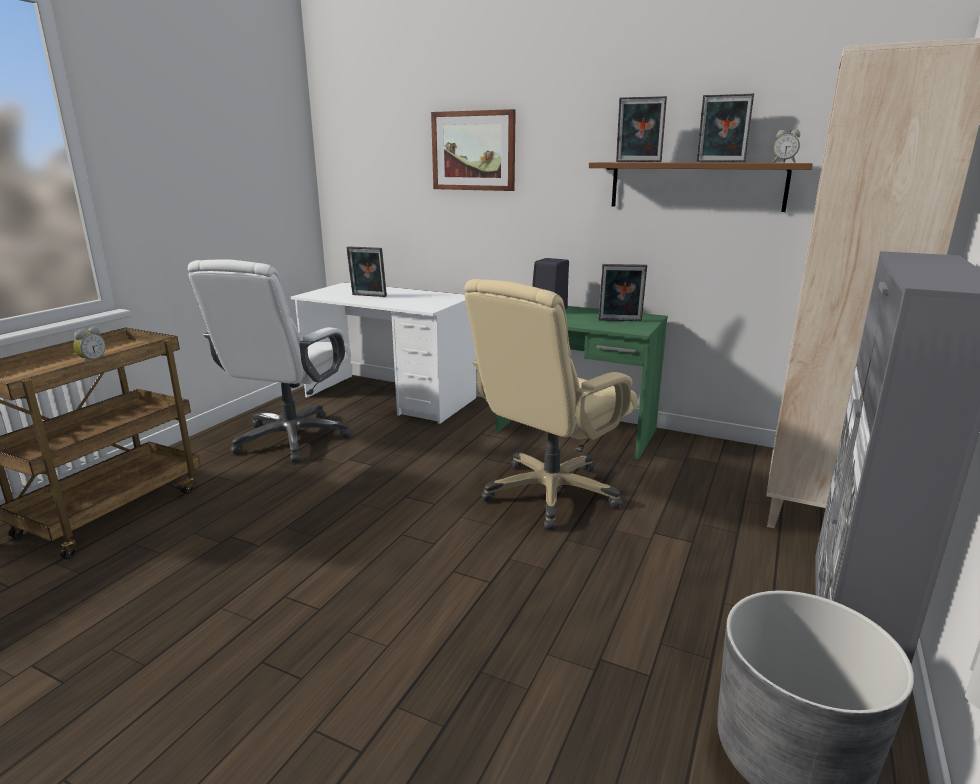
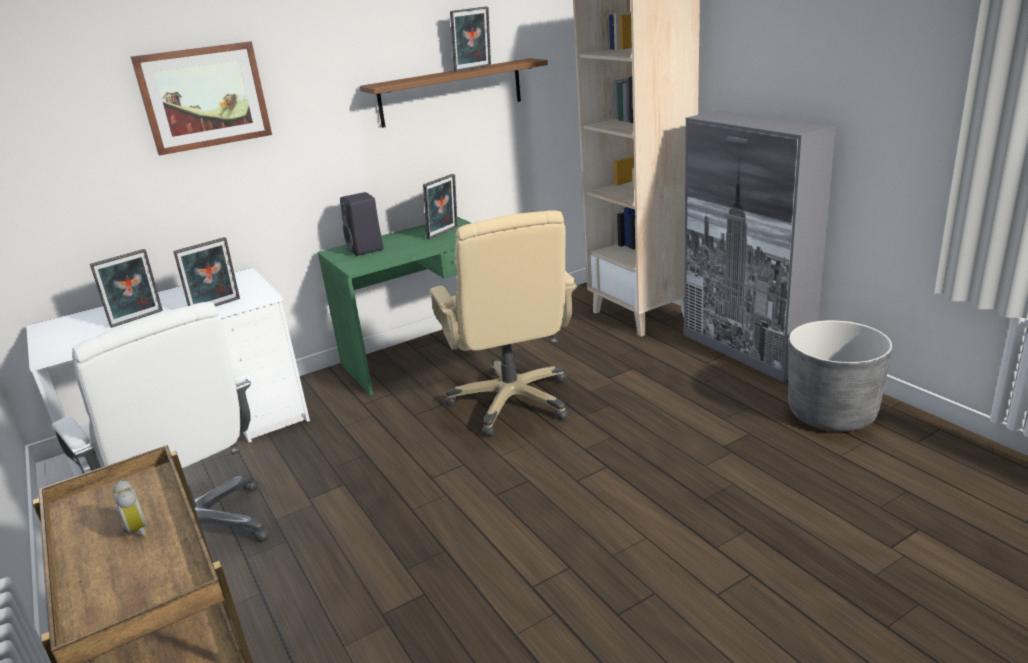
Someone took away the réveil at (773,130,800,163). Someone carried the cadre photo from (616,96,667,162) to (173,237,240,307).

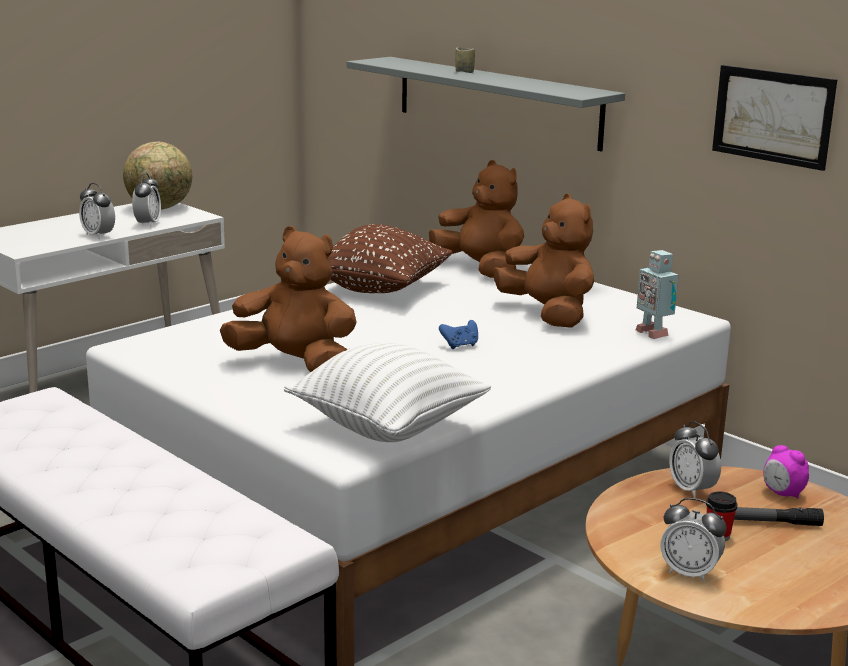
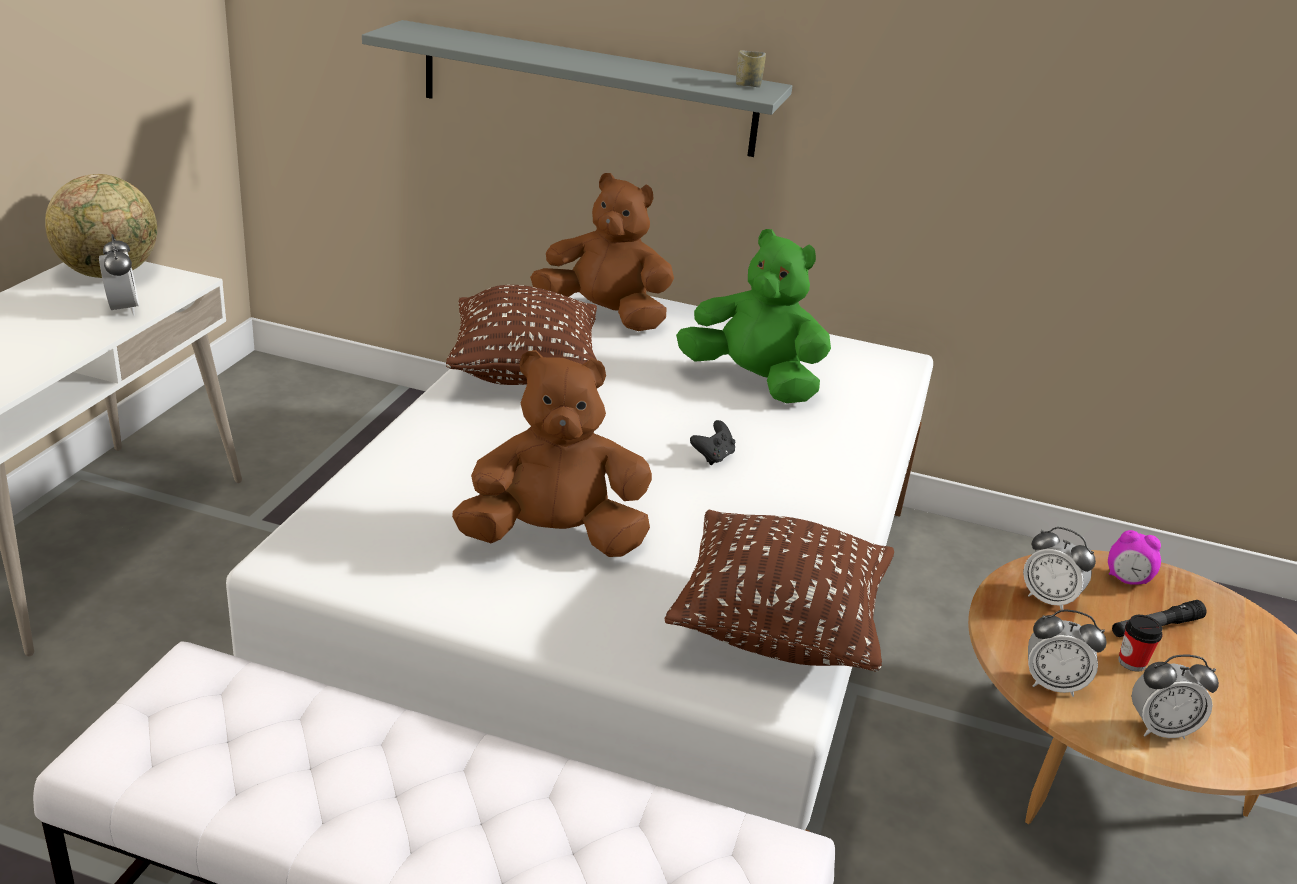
Someone took away the robot jouet at (636,250,678,339). Someone took away the tableau at (712,65,837,171). Someone carried the réveil from (79,183,115,239) to (1028,610,1107,697). Someone carried the tasse from (455,47,475,73) to (736,50,766,87). Someone repainted the coussin [blanc] at (284,343,491,442), which became the coussin [marron] at (665,510,894,672). Someone repainted the manette [bleu] at (439,320,478,349), which became the manette [noir] at (690,420,735,465). Someone repainted the peluche [marron] at (493,194,594,328), which became the peluche [vert] at (676,229,831,403).

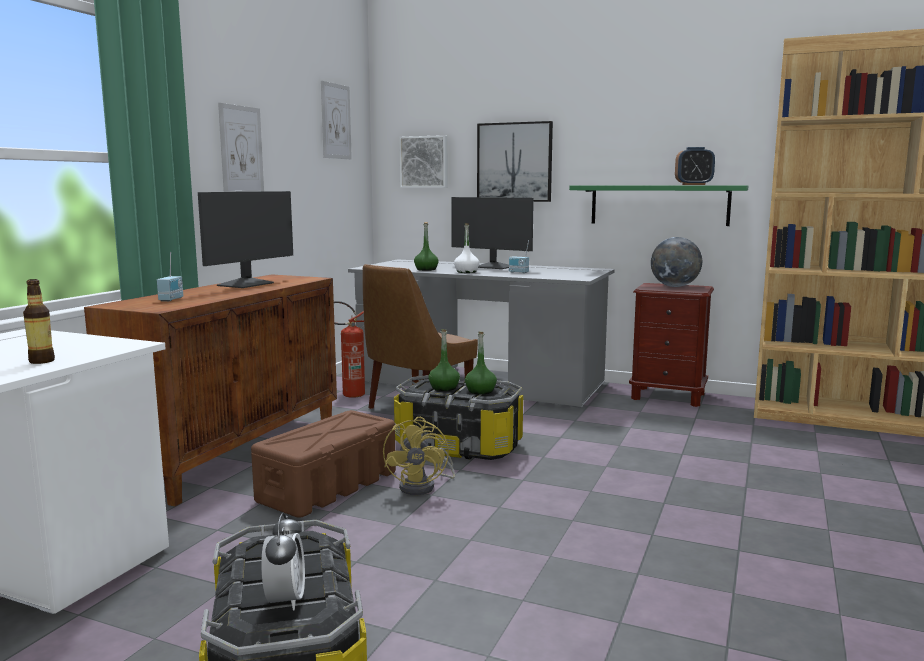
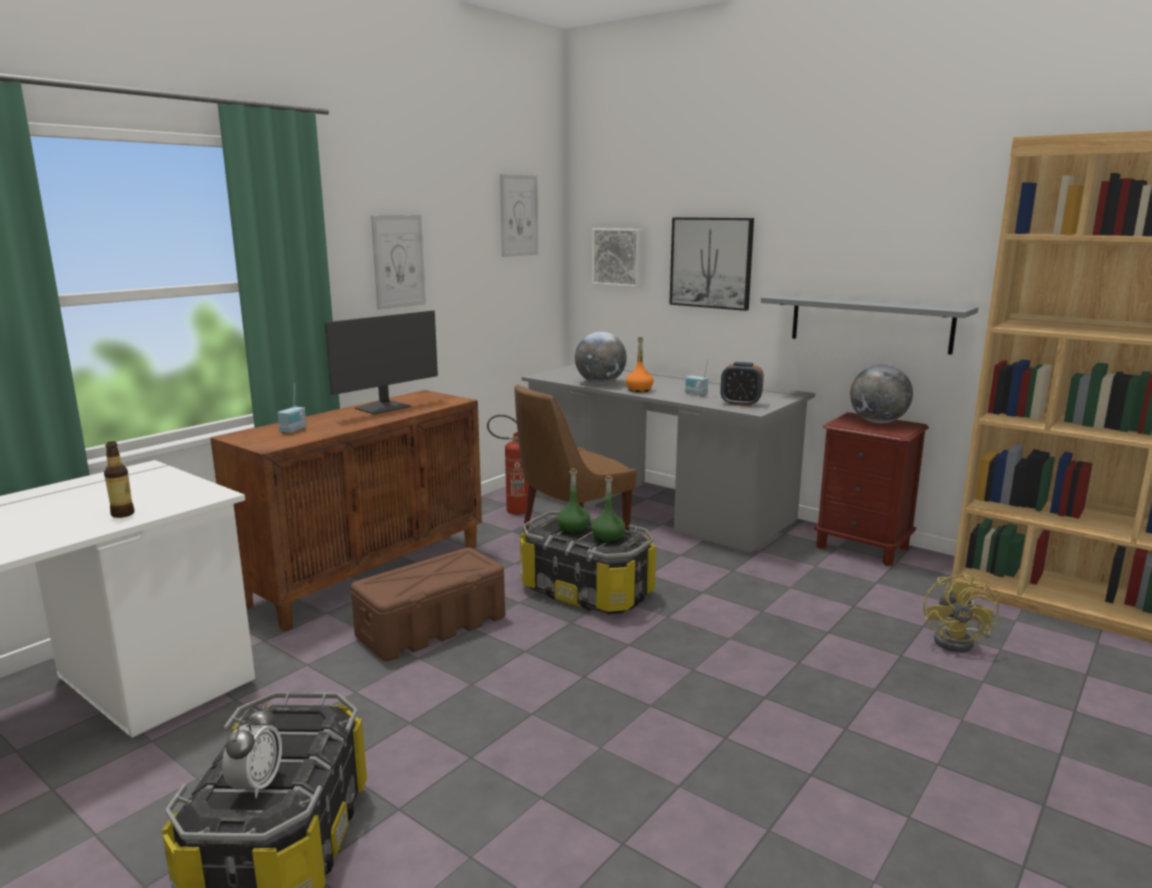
Someone took away the écran d'ordinateur at (451,197,534,269). Someone carried the ventilateur [jaune] from (383,417,455,495) to (923,572,999,652). Someone carried the réveil from (675,147,715,185) to (720,362,764,406). Someone swapped the bouteille [vert] at (414,222,439,271) for the globe at (575,332,627,384). Someone repainted the bouteille [blanc] at (454,223,479,273), which became the bouteille [orange] at (626,337,654,392). Someone repainted the étagère [vert] at (569,185,748,226), which became the étagère [gris] at (761,294,978,355).

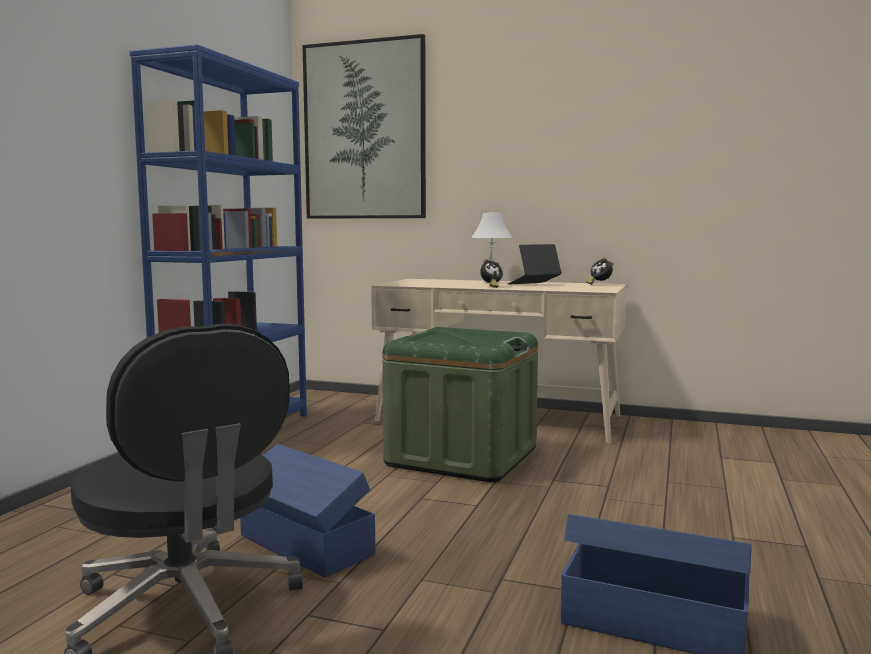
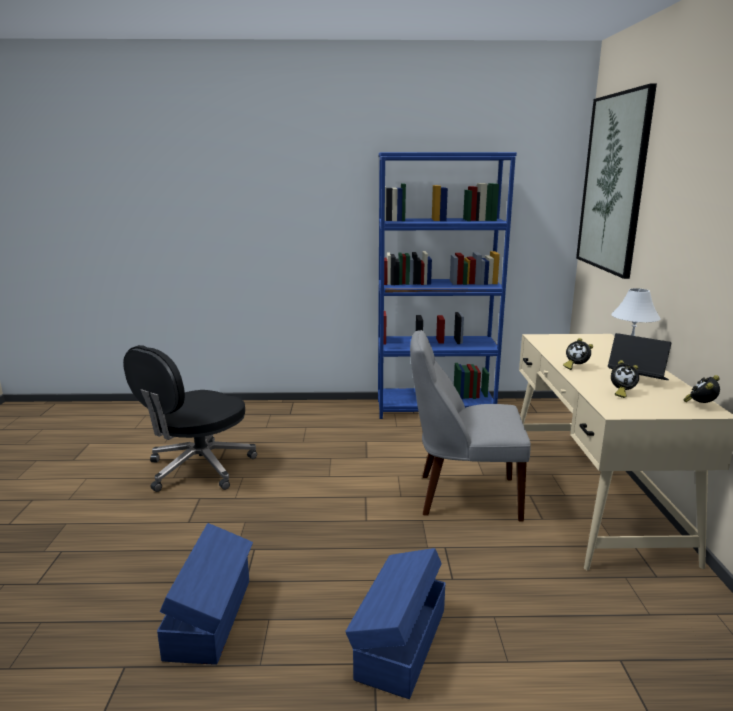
Someone put down the réveil at (611,360,639,398). Someone carried the boîte de rangement [bleu] from (240,444,375,577) to (345,548,446,699). Someone swapped the boîte de rangement [vert] at (382,327,538,482) for the chaise [gris] at (410,330,531,522).

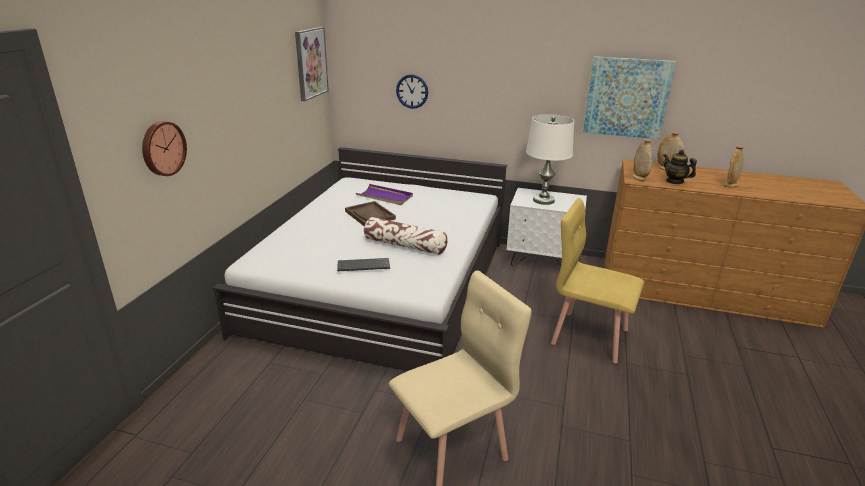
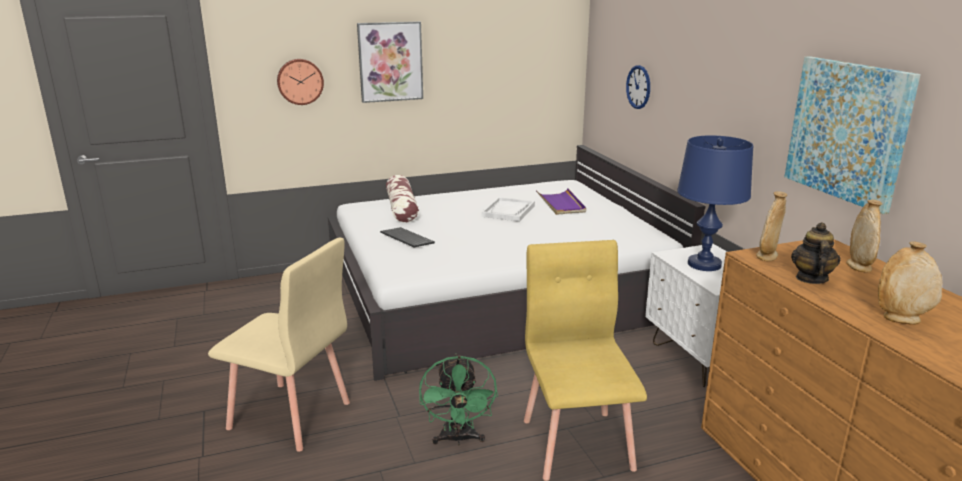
Someone put down the ventilateur [vert] at (419,353,498,445). Someone carried the tableau from (295,27,329,101) to (357,21,423,103). Someone carried the coussin from (364,217,447,255) to (386,175,419,223). Someone repainted the plateau [marron] at (345,201,396,226), which became the plateau [blanc] at (481,197,535,222). Someone repainted the lampe de table [blanc] at (526,114,574,205), which became the lampe de table [bleu] at (677,135,753,271).

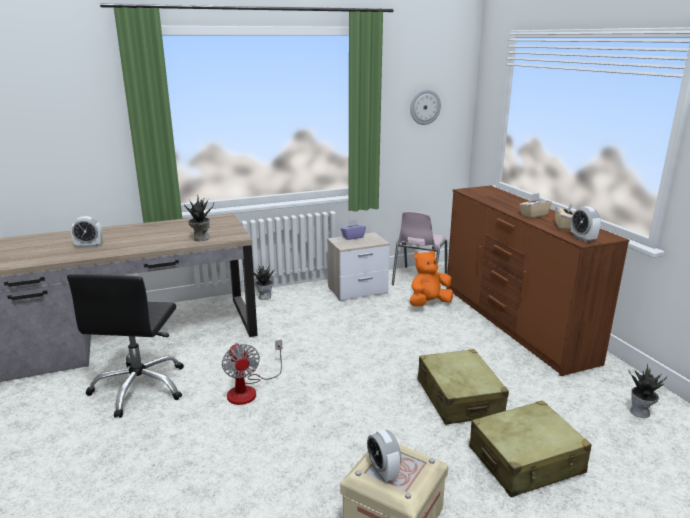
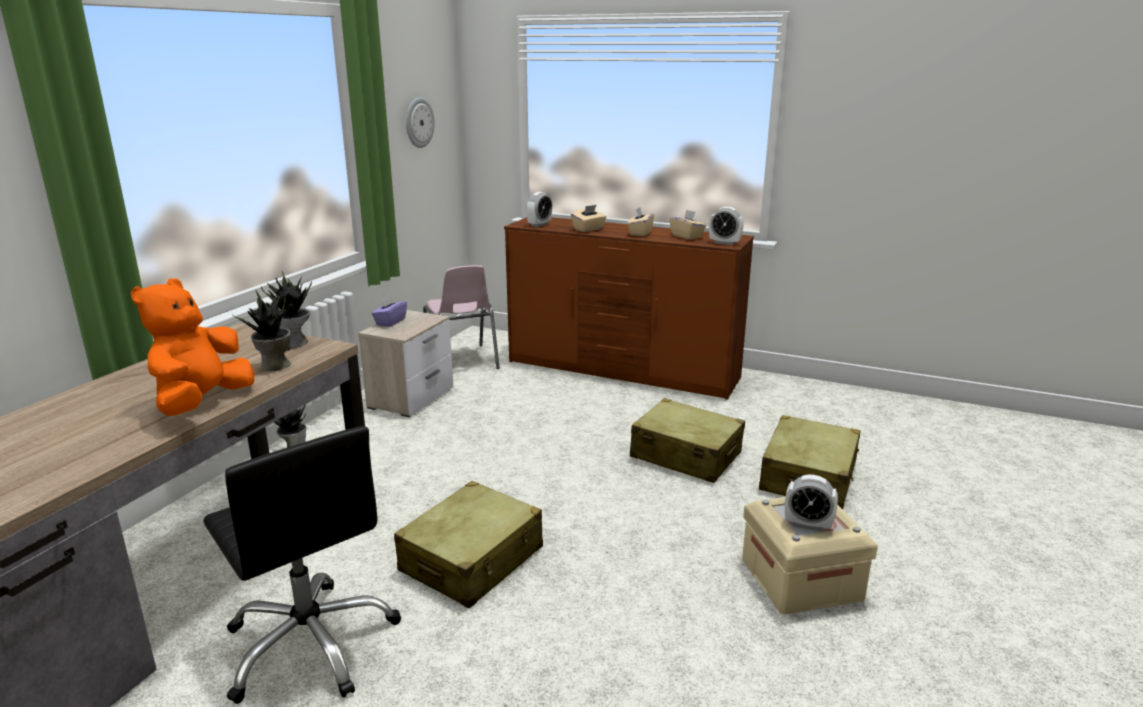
Someone put down the boîte à mouchoirs [beige] at (571,205,606,232). Someone carried the réveil from (71,216,103,248) to (526,192,552,227). Someone carried the peluche [orange] from (410,251,453,306) to (131,278,254,416). Someone carried the plante en pot from (629,363,667,418) to (261,272,312,348). Someone swapped the ventilateur at (222,340,282,405) for the valise [beige] at (394,481,543,608).

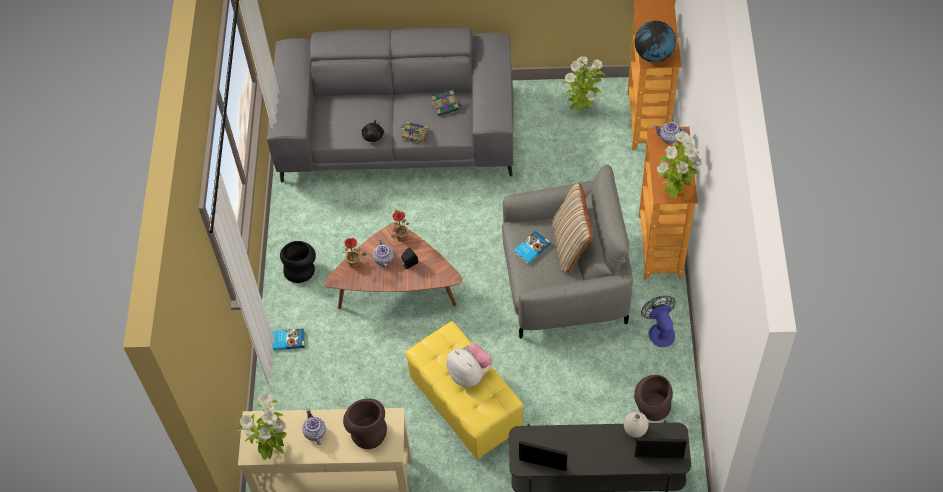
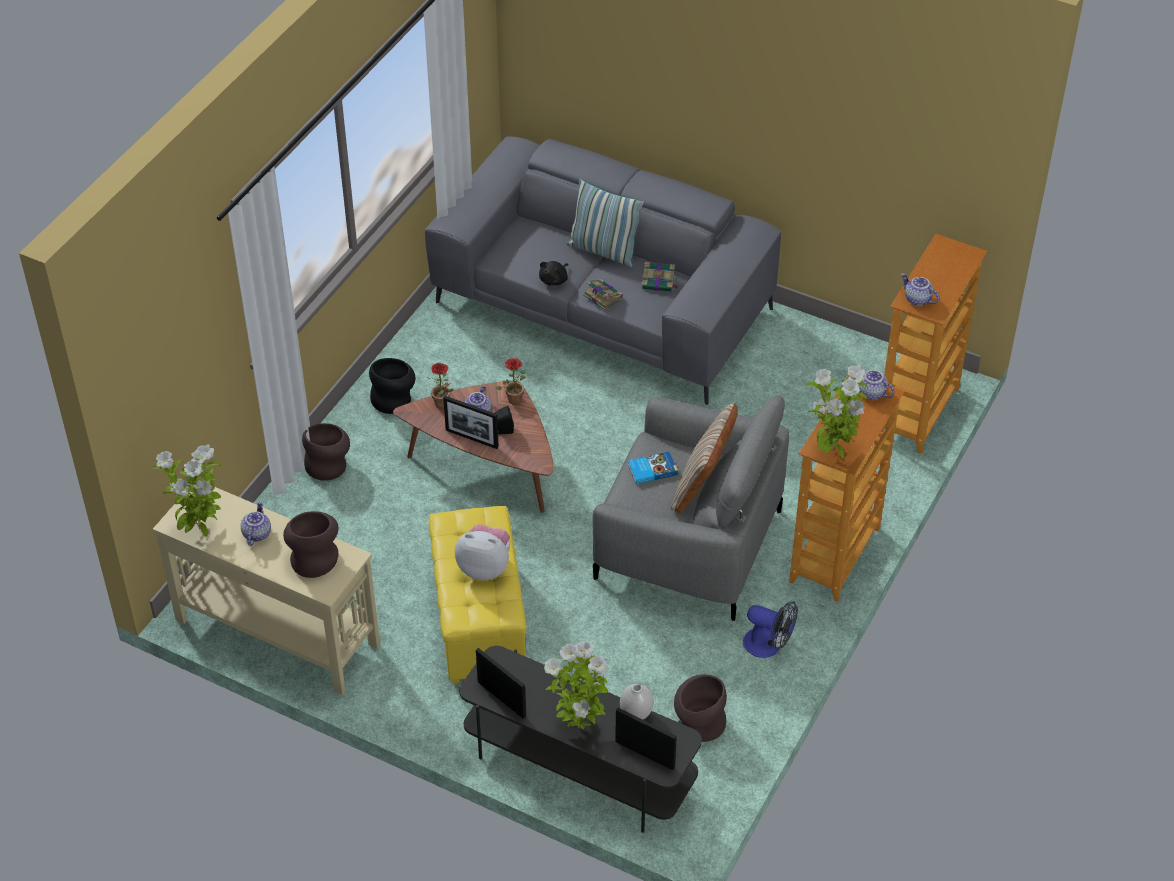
Someone put down the cadre photo at (443,396,499,449). Someone put down the coussin at (567,178,644,267). Someone carried the plante en pot from (562,56,605,111) to (544,641,608,729). Someone swapped the livre at (272,328,305,350) for the vase [marron] at (302,423,350,481). Someone swapped the globe at (634,21,676,62) for the théière at (901,273,939,306). Someone rotated the peluche at (446,344,492,387) by 60 degrees counterclockwise. Someone rotated the ventilateur at (641,296,675,347) by 105 degrees clockwise.

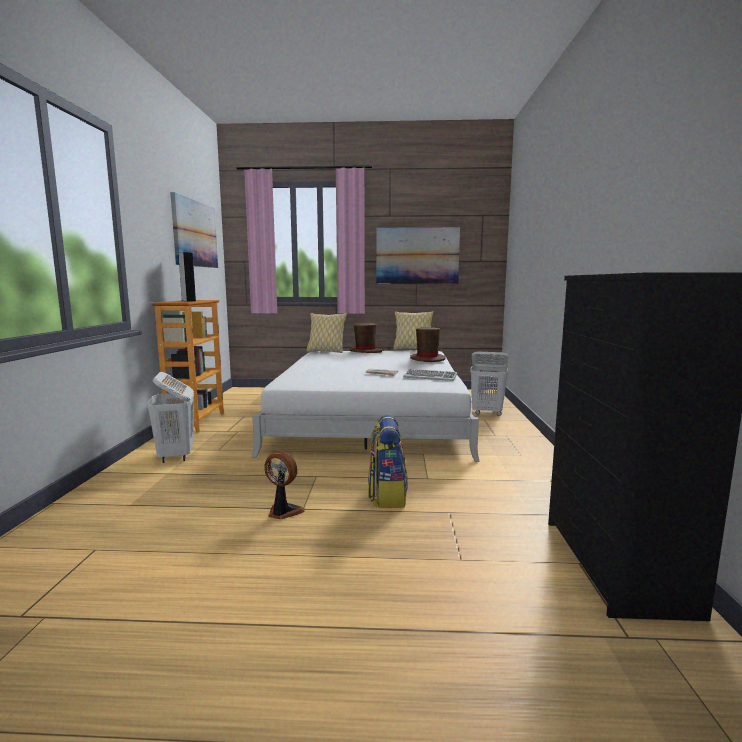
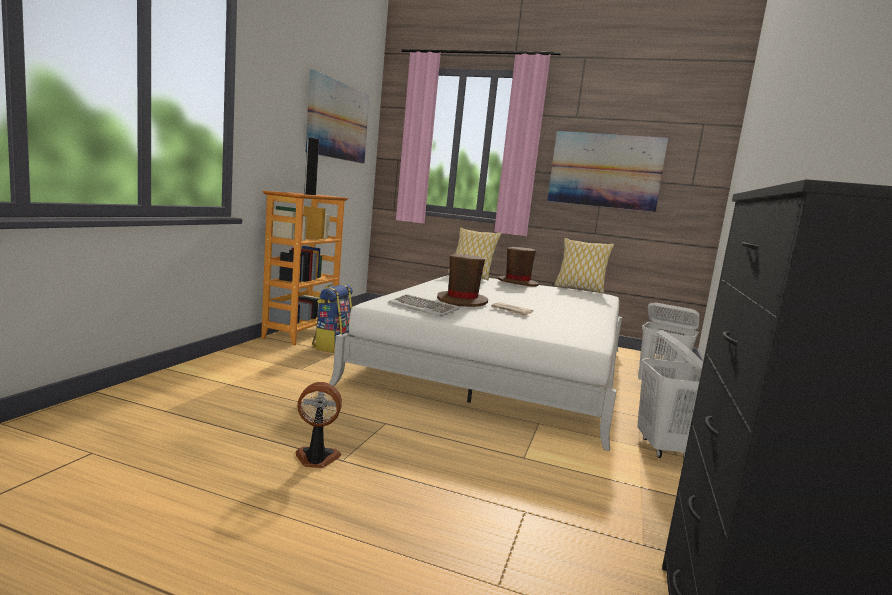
Someone carried the panier à linge [blanc] from (146,372,194,463) to (637,330,703,458). Someone carried the sac à dos from (368,415,408,508) to (312,284,352,353). Someone carried the clavier from (403,369,457,381) to (389,294,459,317). Someone carried the chapeau [marron] from (410,327,446,362) to (437,254,488,307). Someone rotated the ventilateur at (264,451,305,520) by 45 degrees counterclockwise.

